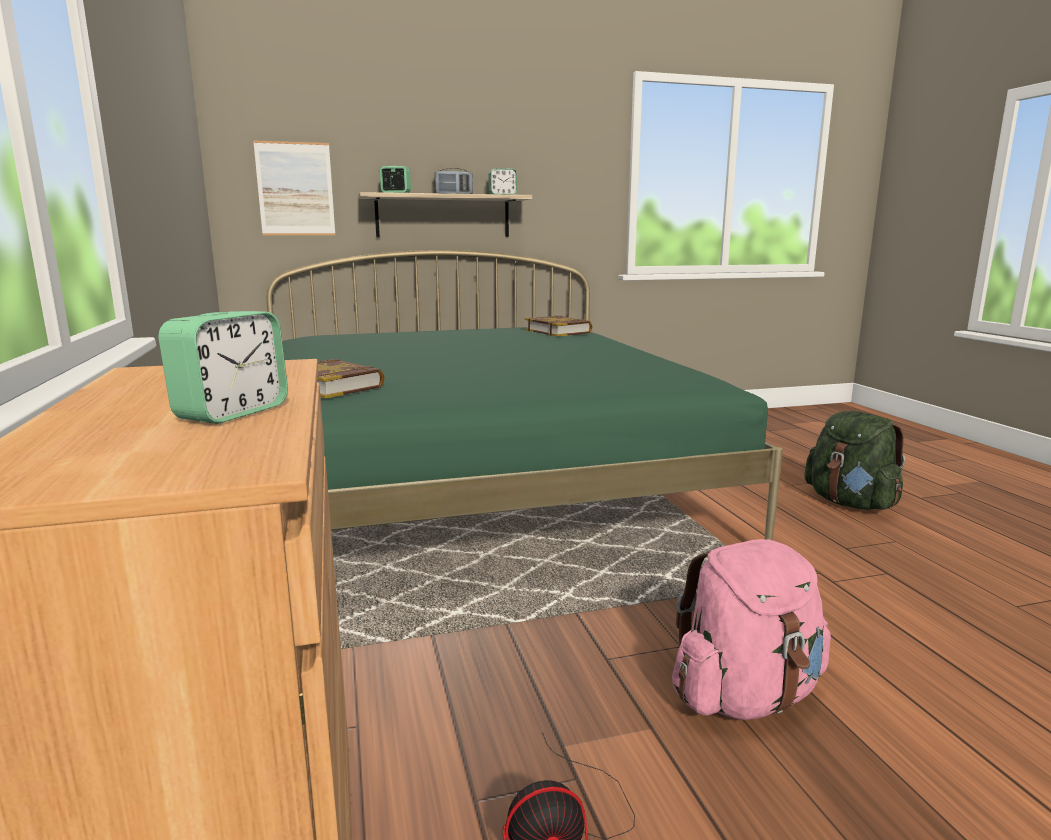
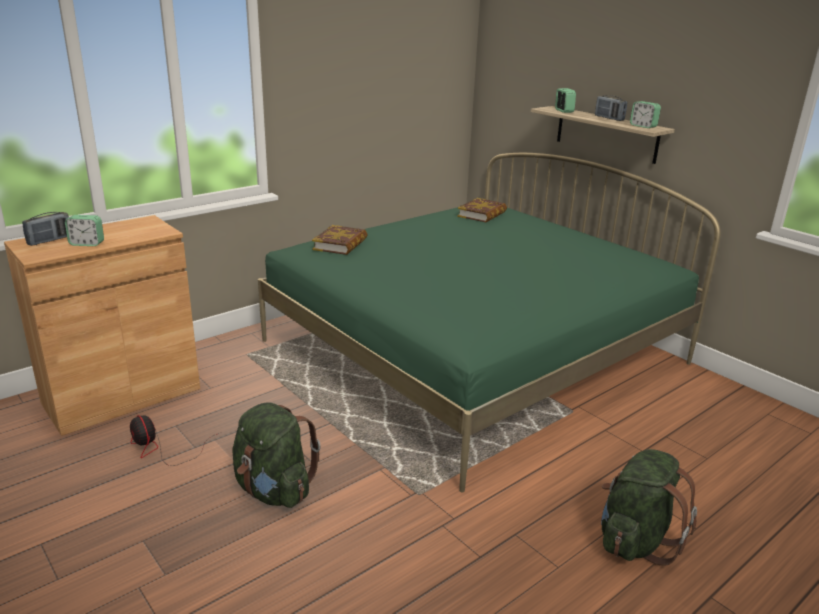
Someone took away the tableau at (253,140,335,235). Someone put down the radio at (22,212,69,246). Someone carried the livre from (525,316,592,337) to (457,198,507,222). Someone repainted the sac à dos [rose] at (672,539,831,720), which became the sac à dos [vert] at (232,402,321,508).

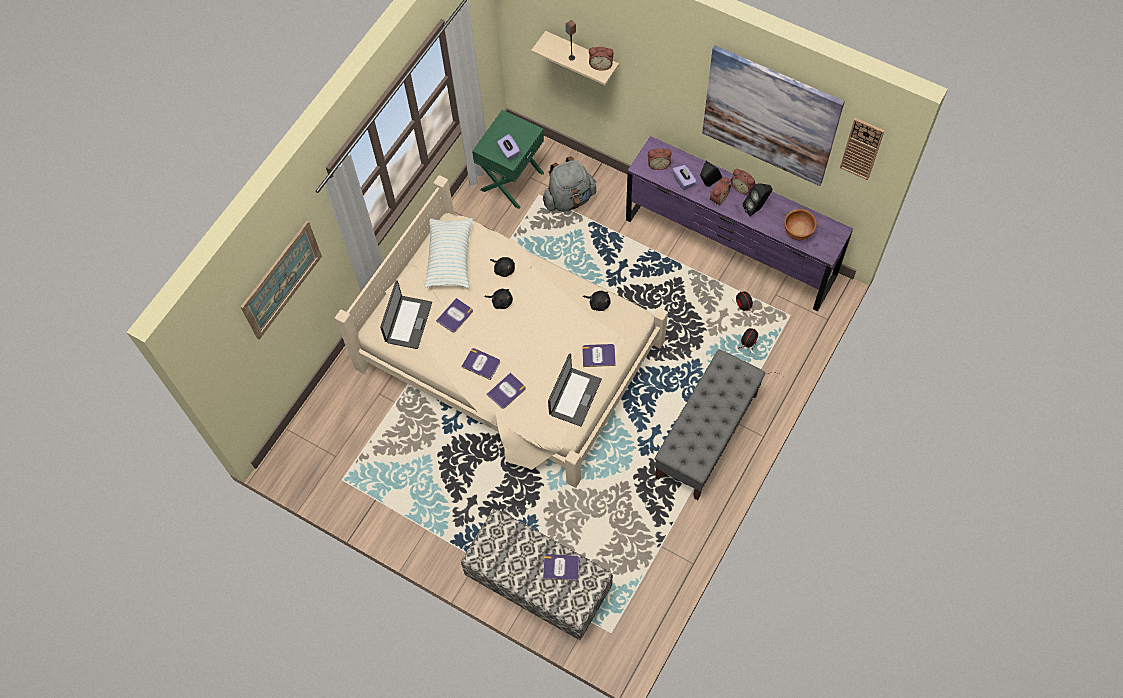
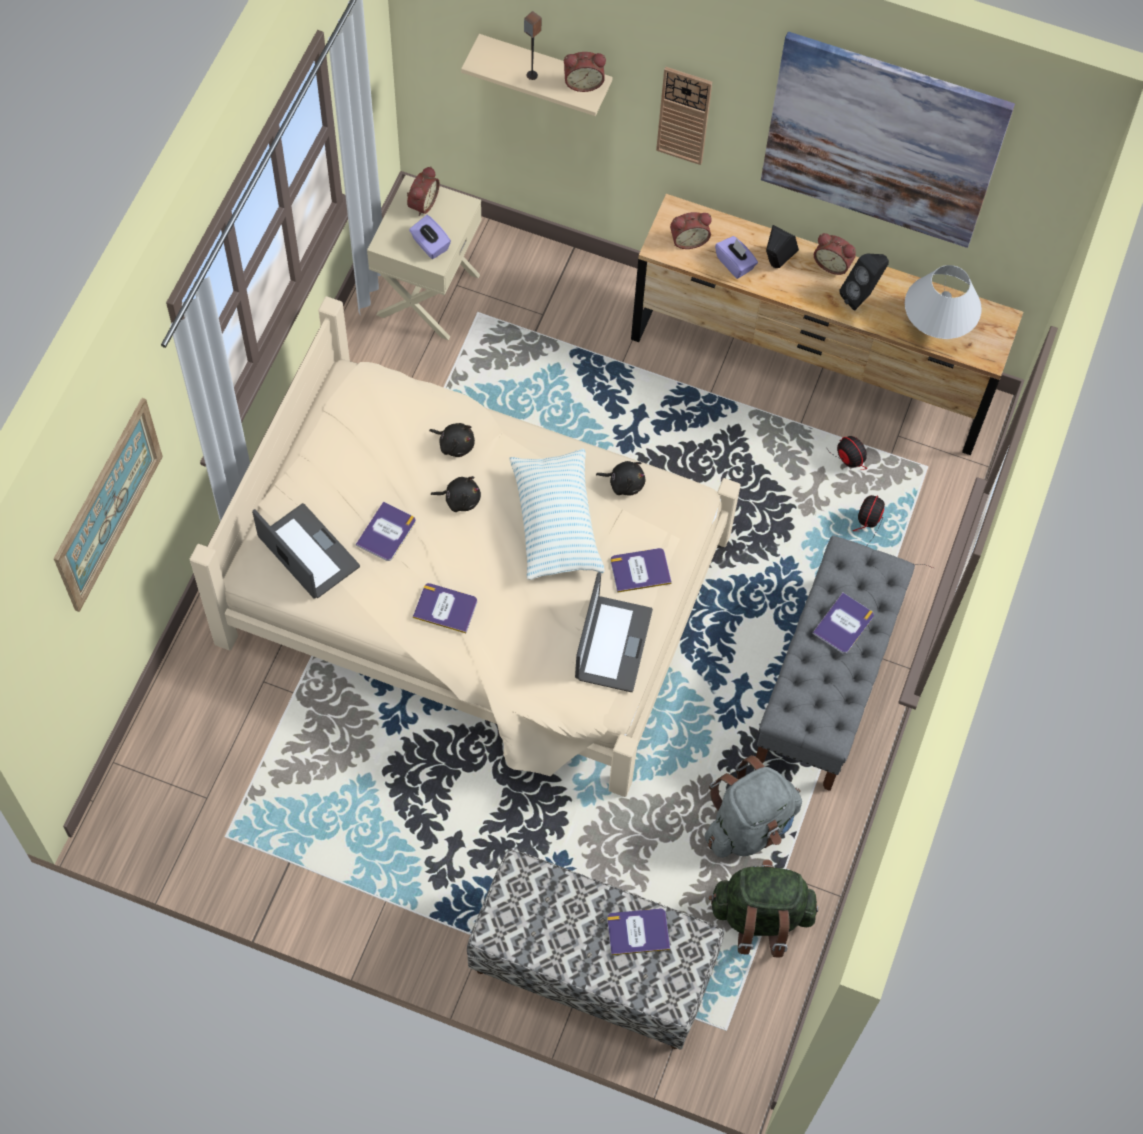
Someone put down the sac à dos [vert] at (709,859,818,957). Someone carried the coussin from (424,218,473,289) to (509,448,605,580). Someone carried the livre from (487,372,526,409) to (812,593,874,654). Someone carried the sac à dos [gris] from (543,156,596,212) to (704,755,802,858). Someone carried the réveil from (710,177,731,206) to (407,166,440,216). Someone carried the horloge murale from (840,118,885,180) to (656,67,712,165). Someone swapped the bol [marron] at (784,209,817,240) for the lampe de table [blanc] at (905,265,982,339). Someone repainted the table de chevet [vert] at (472,110,544,209), which became the table de chevet [beige] at (367,175,482,340). Someone repainted the commode [violet] at (626,136,853,312), which became the commode [marron] at (631,194,1023,455). Someone rotated the ordinateur portable at (380,280,432,349) by 45 degrees counterclockwise.

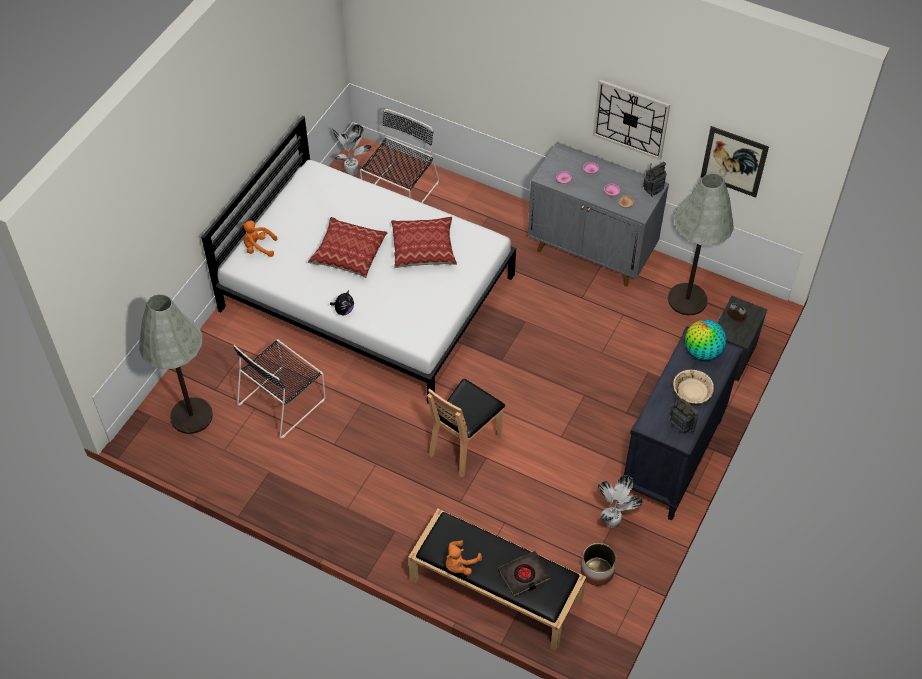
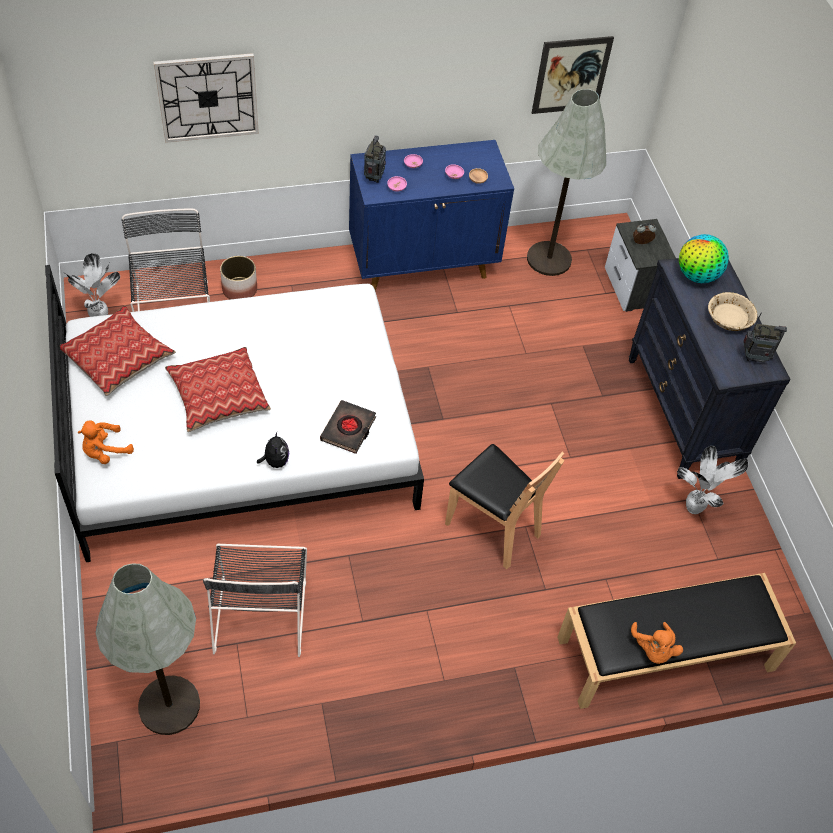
Someone carried the coussin from (391,217,457,268) to (60,305,176,396). Someone carried the livre [noir] from (498,551,551,597) to (320,400,376,454). Someone carried the cache-pot from (581,543,616,586) to (220,256,257,299). Someone carried the horloge murale from (593,79,670,160) to (154,53,259,143). Someone carried the radio from (643,162,666,197) to (364,135,386,183). Someone repainted the meuble de rangement [gris] at (528,142,669,287), which became the meuble de rangement [bleu] at (349,140,514,291). Someone rotated the chaise [marron] at (427,379,505,477) by 45 degrees counterclockwise.

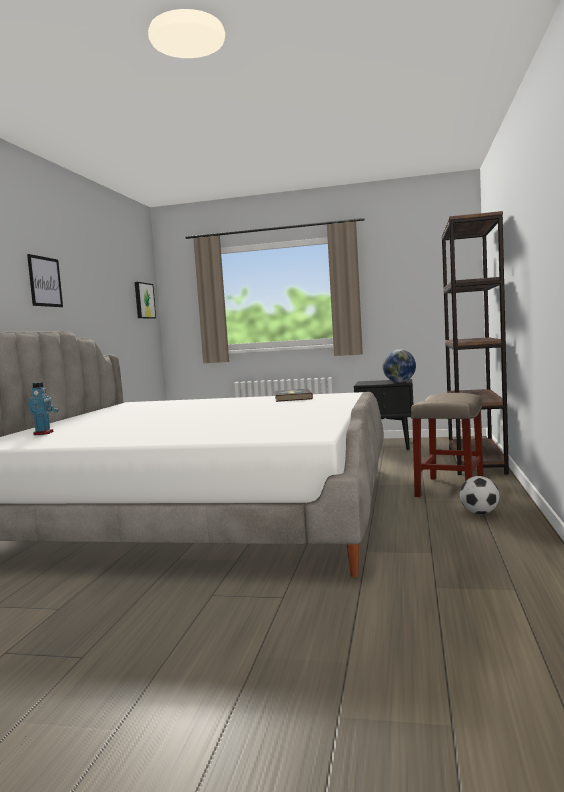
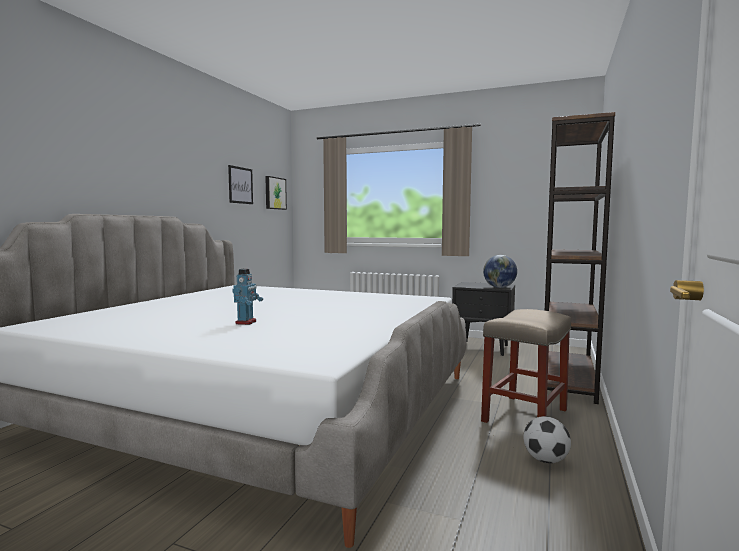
Someone took away the livre at (275,389,313,402). Someone carried the tableau from (27,254,63,307) to (228,165,253,204). Someone carried the robot jouet from (28,382,59,435) to (232,269,263,325).

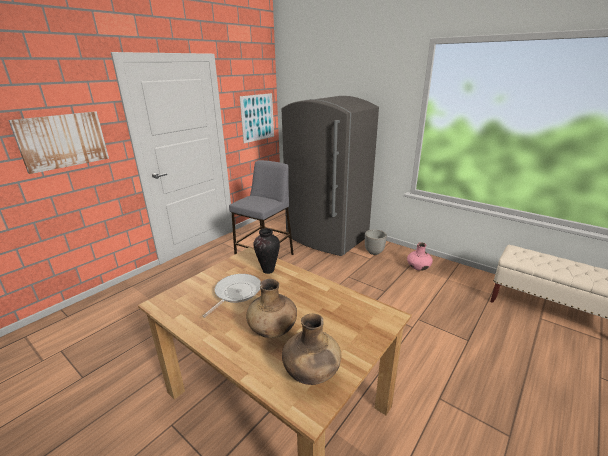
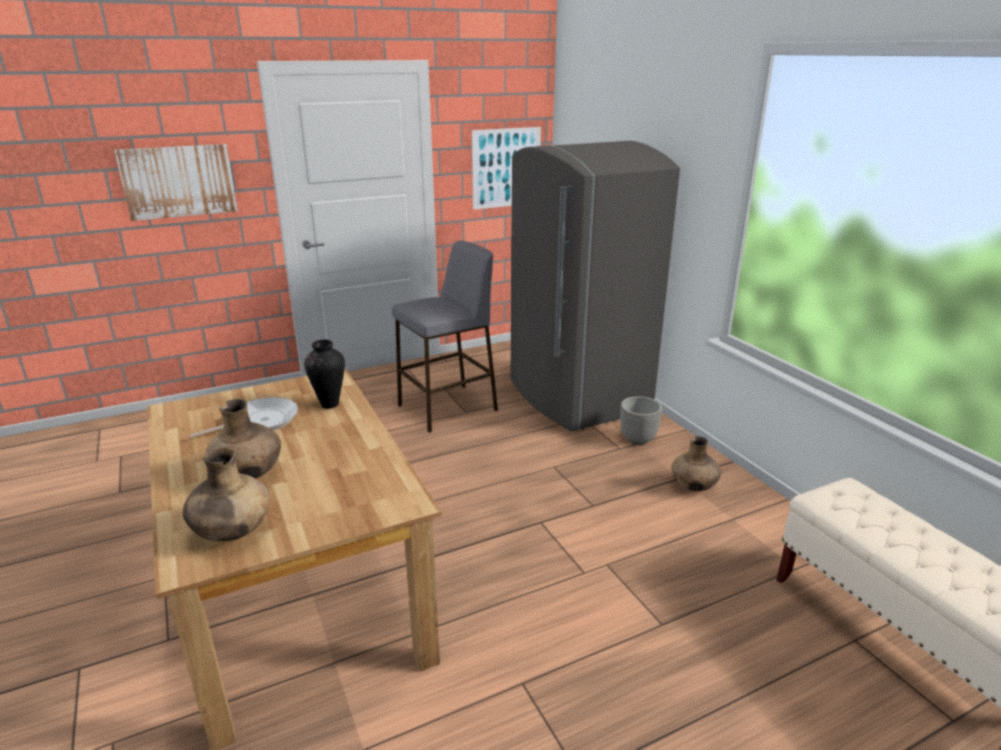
Someone repainted the vase [rose] at (407,242,433,271), which became the vase [marron] at (672,436,721,491).

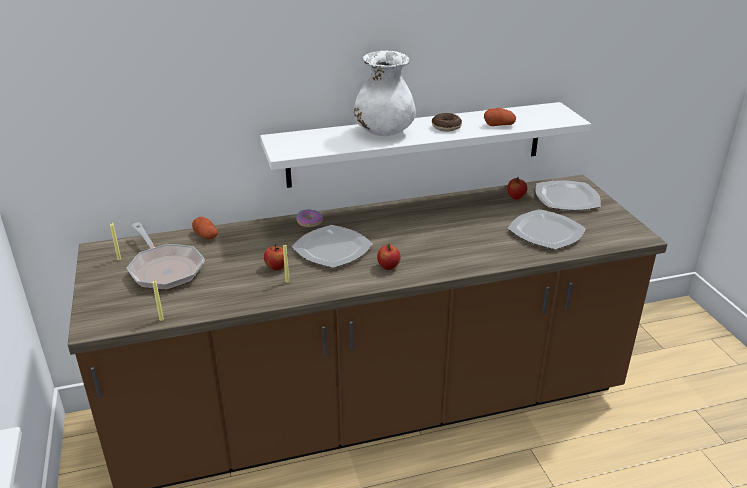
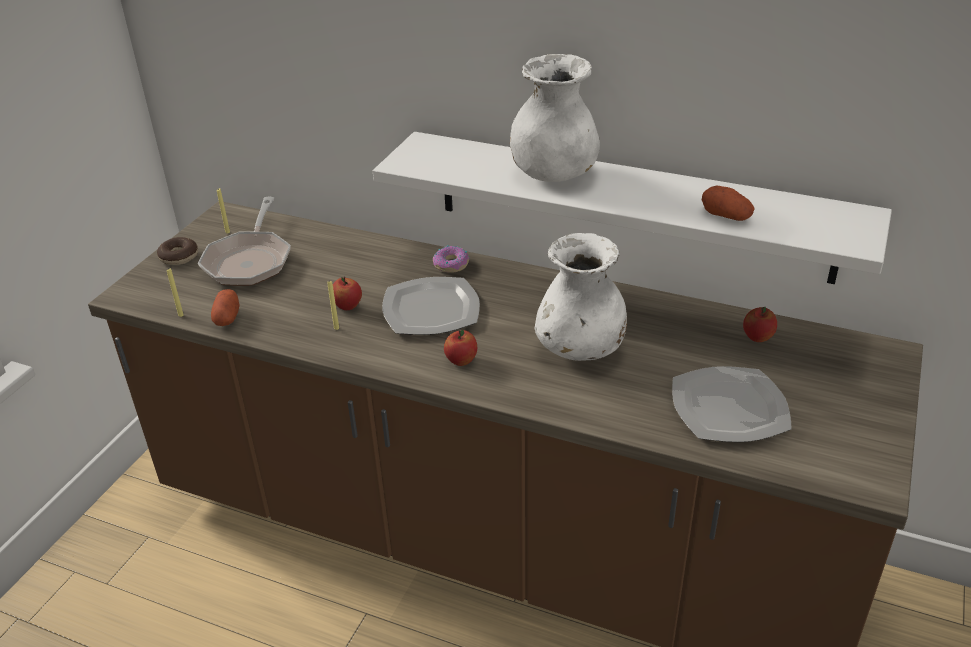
Someone took away the assiette at (536,180,601,210). Someone put down the vase [blanc] at (535,233,627,361). Someone carried the pomme de terre from (192,217,218,240) to (211,289,240,326). Someone carried the beignet from (432,113,462,132) to (157,237,198,265).

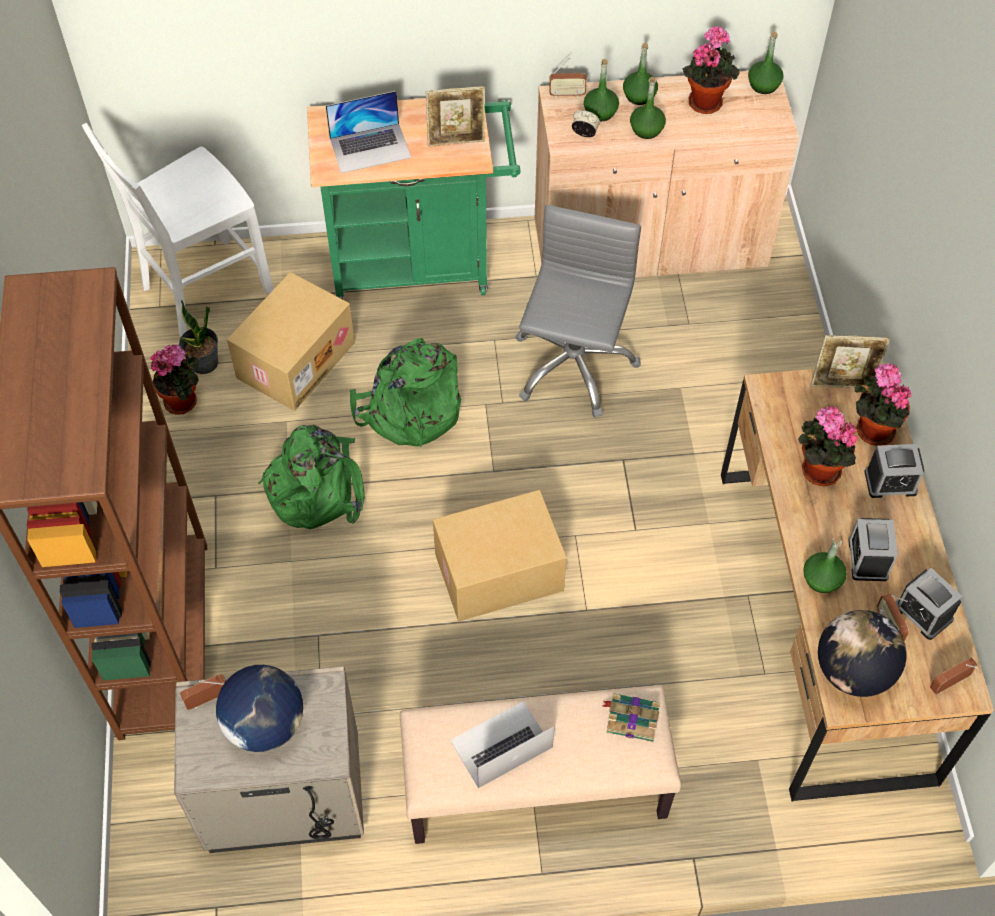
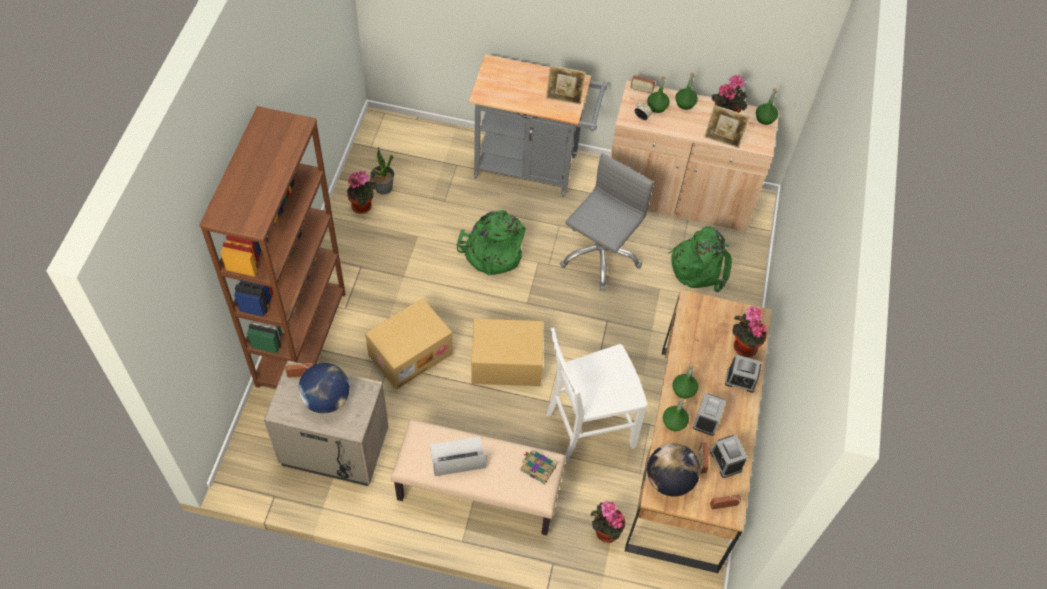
Someone took away the ordinateur portable at (326,91,411,173). Someone carried the chaise [blanc] from (82,123,273,336) to (546,328,647,463). Someone carried the carton from (227,272,355,411) to (365,298,453,390). Someone carried the sac à dos [vert] from (258,425,365,530) to (668,226,732,292). Someone carried the bouteille [vert] from (630,77,666,139) to (672,365,698,399). Someone carried the plante en pot from (798,406,857,486) to (591,501,625,543). Someone carried the cadre photo from (811,335,890,388) to (704,105,750,148). Someone repainted the chariot [vert] at (307,98,521,299), which became the chariot [gris] at (469,54,607,197).

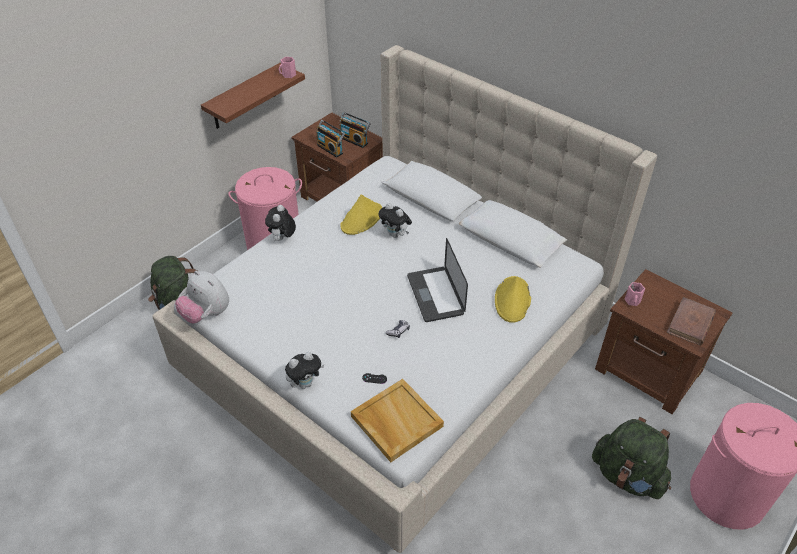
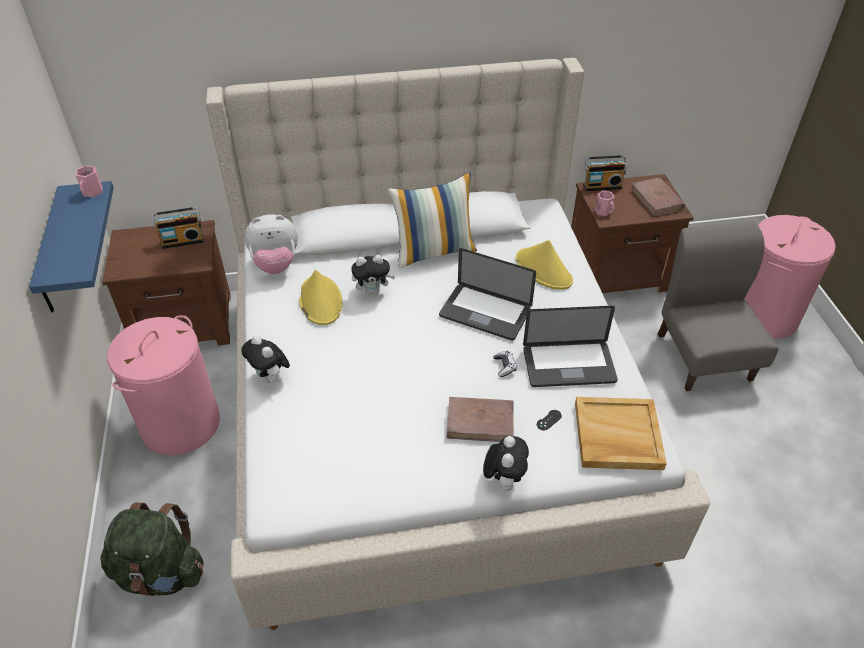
Someone put down the coussin at (388,172,477,269). Someone put down the livre [marron] at (447,397,514,442). Someone put down the ordinateur portable at (523,306,618,387). Someone carried the peluche from (175,271,229,324) to (245,214,298,274). Someone carried the radio from (317,120,345,158) to (583,155,627,191). Someone swapped the sac à dos [vert] at (592,417,671,499) for the chaise [gris] at (657,221,779,391). Someone repainted the étagère [marron] at (201,63,305,129), which became the étagère [bleu] at (29,181,114,312).

